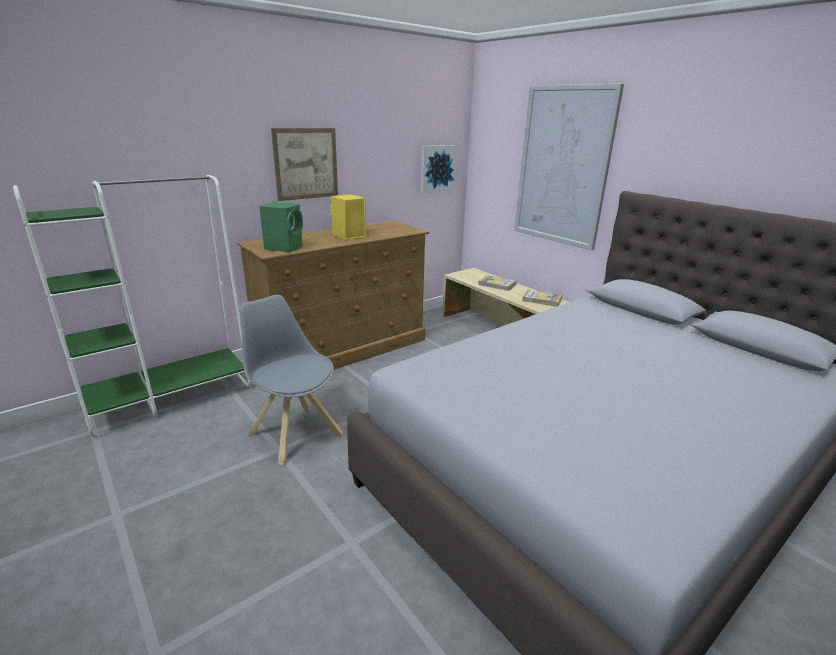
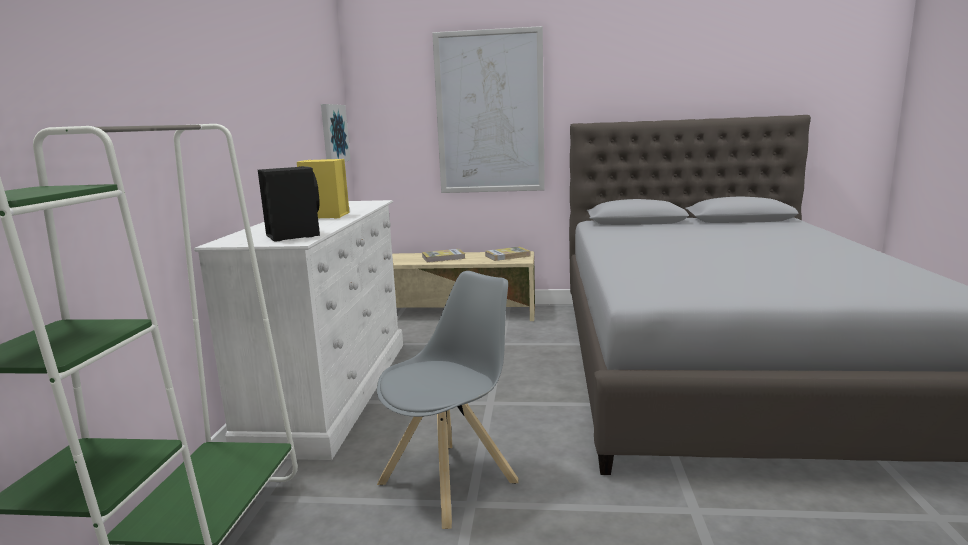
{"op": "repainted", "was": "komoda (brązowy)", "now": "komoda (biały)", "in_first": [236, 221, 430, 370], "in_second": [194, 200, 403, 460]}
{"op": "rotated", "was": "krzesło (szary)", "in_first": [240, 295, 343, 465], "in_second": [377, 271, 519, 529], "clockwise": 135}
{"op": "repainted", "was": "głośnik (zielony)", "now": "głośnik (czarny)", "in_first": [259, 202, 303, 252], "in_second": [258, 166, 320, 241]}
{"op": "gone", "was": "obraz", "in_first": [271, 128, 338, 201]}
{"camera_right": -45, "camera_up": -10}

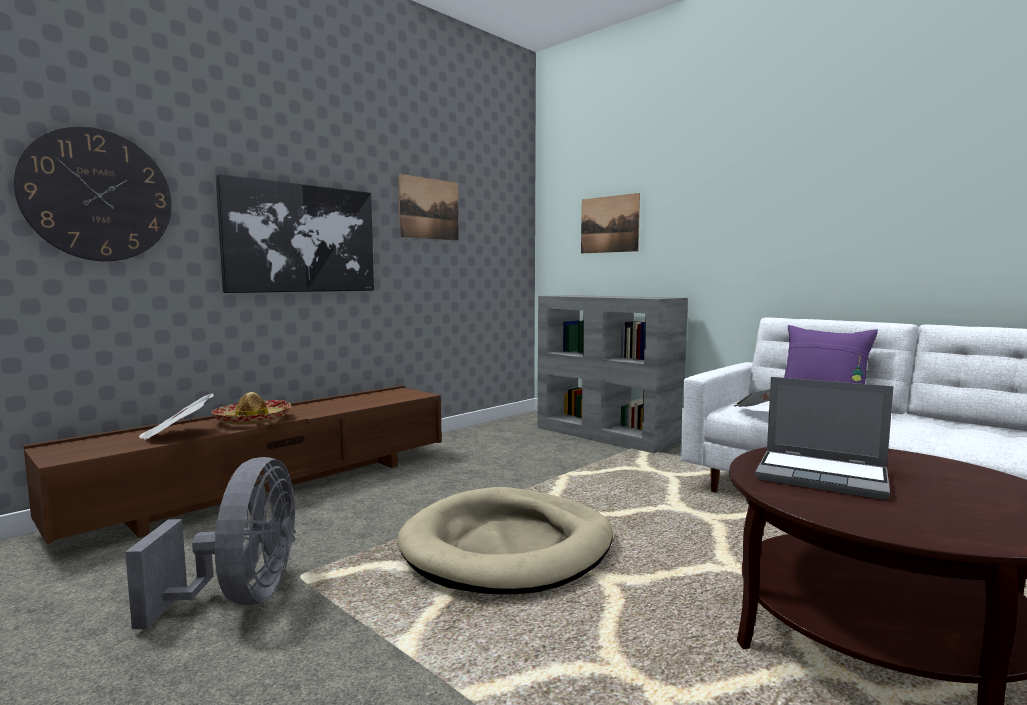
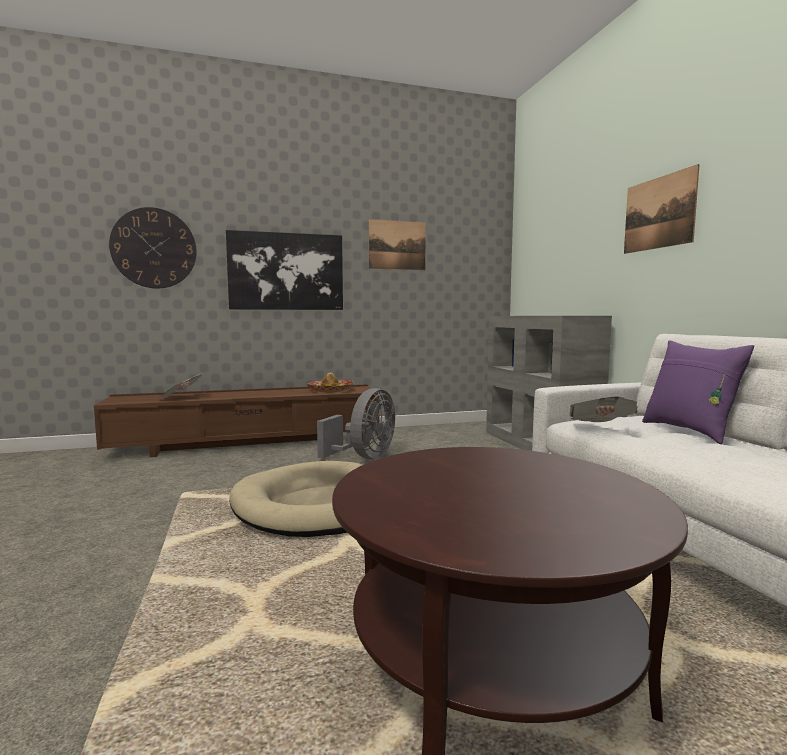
{"op": "shifted", "was": "wentylator (szary)", "in_first": [125, 457, 296, 629], "in_second": [317, 388, 395, 459]}
{"op": "shifted", "was": "kapelusz", "in_first": [211, 392, 291, 425], "in_second": [307, 373, 354, 392]}
{"op": "shifted", "was": "obraz", "in_first": [581, 193, 640, 253], "in_second": [624, 164, 700, 254]}
{"op": "gone", "was": "laptop", "in_first": [755, 377, 894, 500]}
{"camera_right": 30, "camera_up": 0}

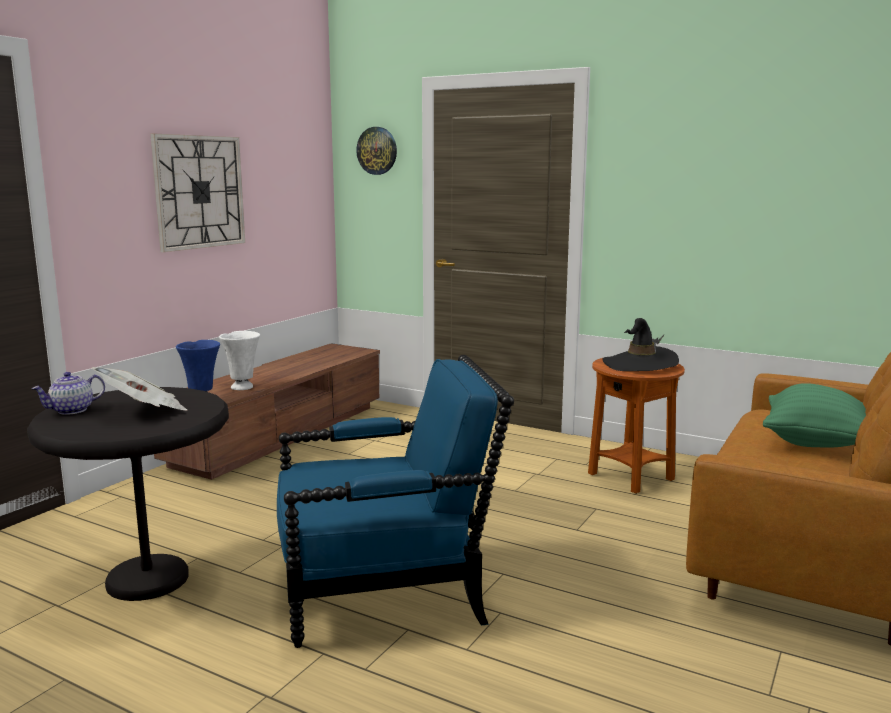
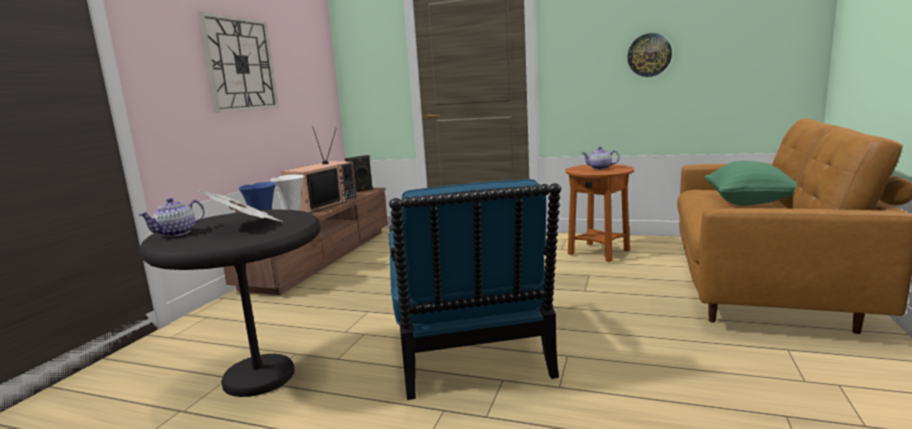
{"op": "rotated", "was": "fotel (niebieski)", "in_first": [277, 355, 514, 648], "in_second": [388, 179, 561, 400], "clockwise": 105}
{"op": "shifted", "was": "zegar ścienny", "in_first": [356, 127, 397, 175], "in_second": [627, 33, 672, 77]}
{"op": "swapped", "was": "kapelusz (czarny)", "now": "imbryk", "in_first": [602, 318, 679, 371], "in_second": [582, 147, 619, 169]}
{"op": "new", "now": "telewizor", "in_second": [281, 126, 357, 213]}
{"op": "new", "now": "głośnik (czarny)", "in_second": [345, 155, 373, 192]}
{"camera_right": -10, "camera_up": 0}

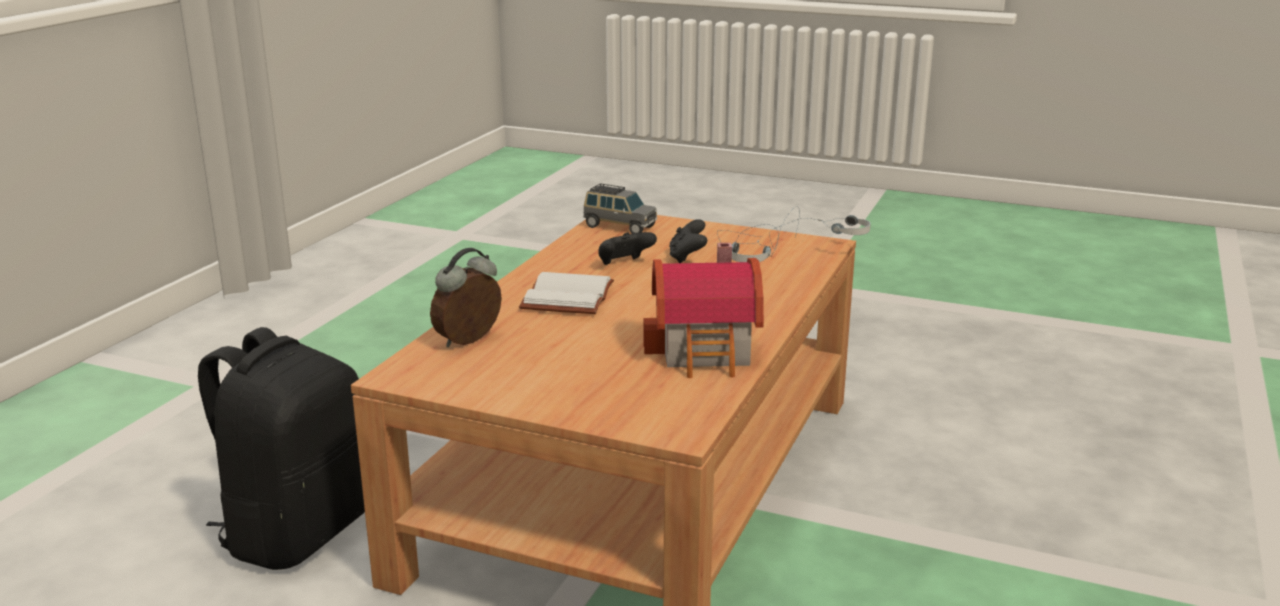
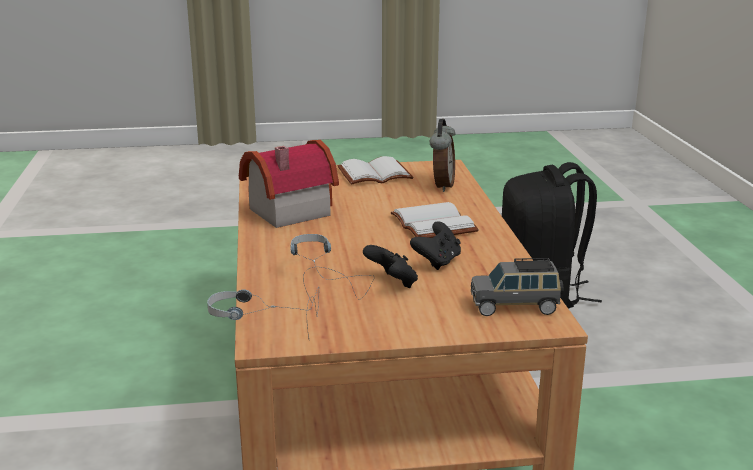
{"op": "new", "now": "książka (biały)", "in_second": [338, 156, 414, 185]}
{"camera_right": 150, "camera_up": 0}

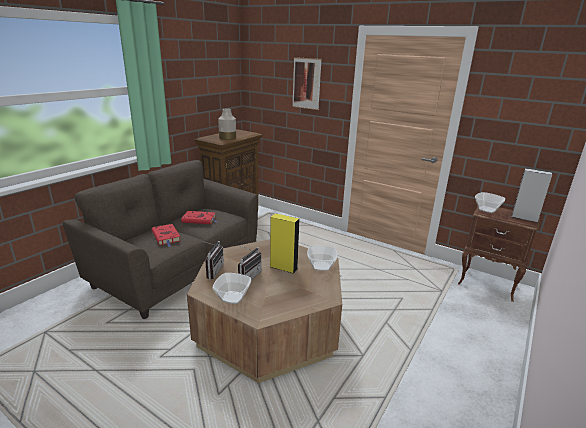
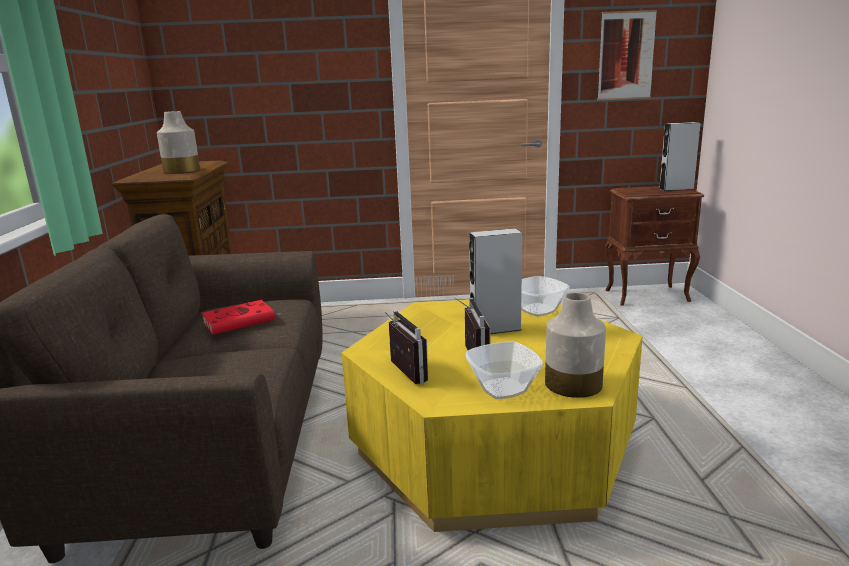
{"op": "gone", "was": "książka (czerwony)", "in_first": [151, 224, 181, 247]}
{"op": "repainted", "was": "ława (brązowy)", "now": "ława (żółty)", "in_first": [187, 239, 342, 383], "in_second": [341, 300, 643, 532]}
{"op": "repainted", "was": "głośnik (żółty)", "now": "głośnik (szary)", "in_first": [270, 213, 300, 274], "in_second": [469, 228, 522, 334]}
{"op": "shifted", "was": "obraz", "in_first": [292, 57, 322, 110], "in_second": [597, 10, 657, 100]}
{"op": "gone", "was": "miska", "in_first": [475, 192, 505, 213]}
{"op": "new", "now": "wazon (beżowy)", "in_second": [545, 292, 606, 398]}
{"camera_right": -35, "camera_up": -5}

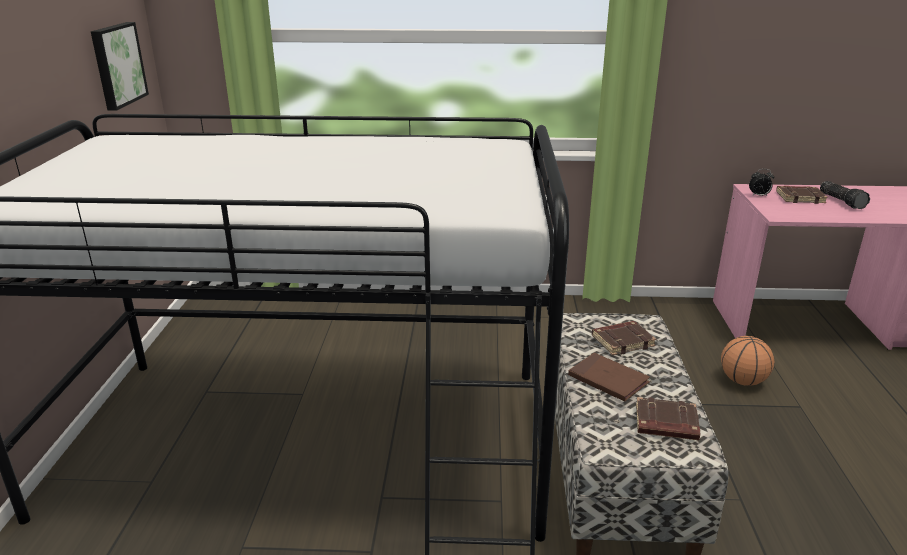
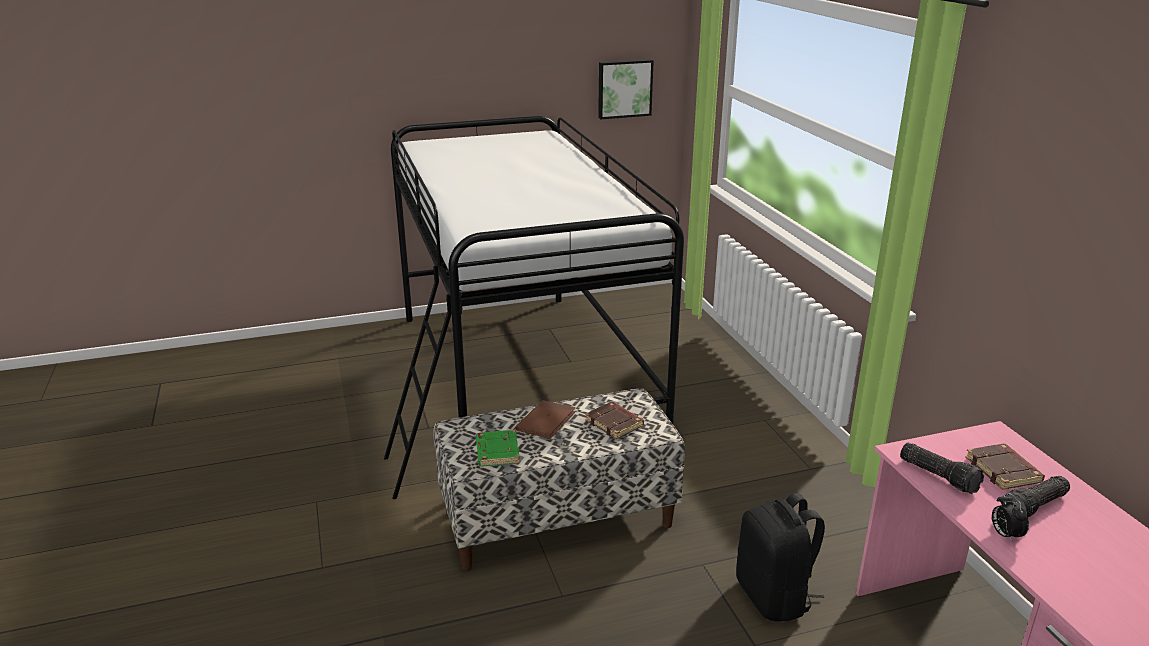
{"op": "repainted", "was": "książka (brązowy)", "now": "książka (zielony)", "in_first": [636, 397, 700, 440], "in_second": [476, 430, 520, 467]}
{"op": "swapped", "was": "piłka do koszykówki", "now": "plecak (czarny)", "in_first": [721, 336, 775, 386], "in_second": [736, 493, 825, 622]}
{"op": "shifted", "was": "budzik", "in_first": [749, 169, 774, 196], "in_second": [992, 493, 1029, 542]}
{"op": "new", "now": "latarka", "in_second": [900, 443, 984, 494]}
{"camera_right": 70, "camera_up": 0}

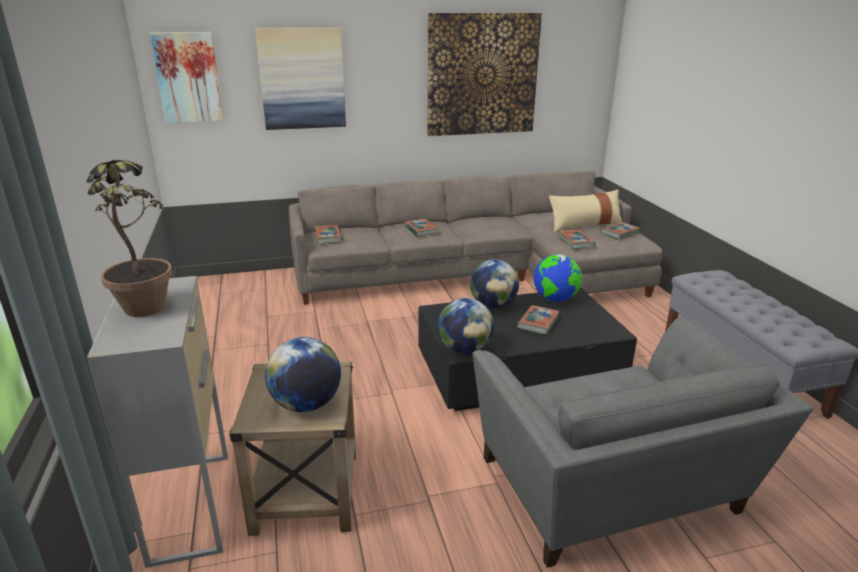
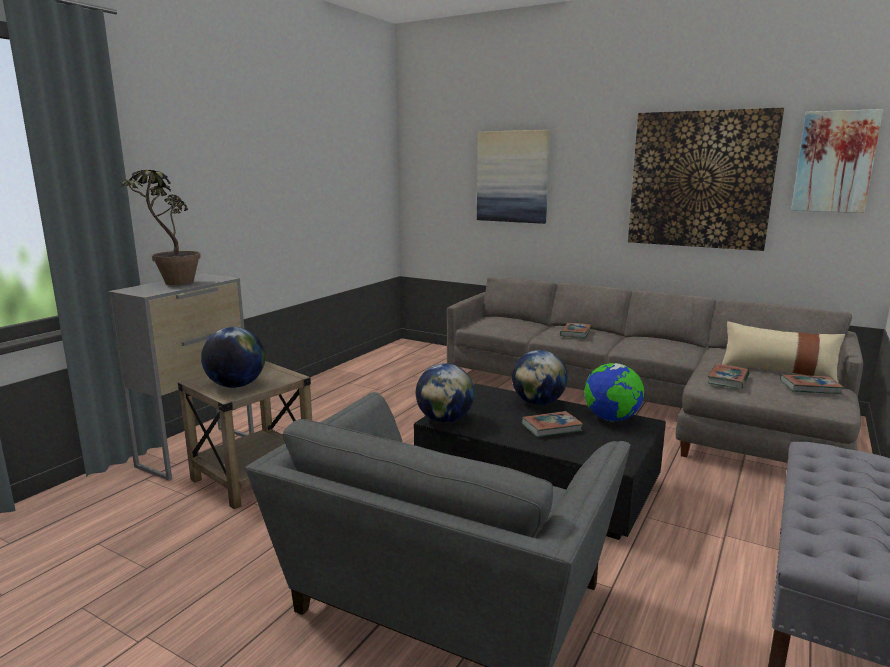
{"op": "shifted", "was": "obraz", "in_first": [150, 32, 224, 123], "in_second": [791, 109, 883, 213]}
{"op": "gone", "was": "książka", "in_first": [315, 225, 343, 244]}
{"camera_right": 45, "camera_up": -10}

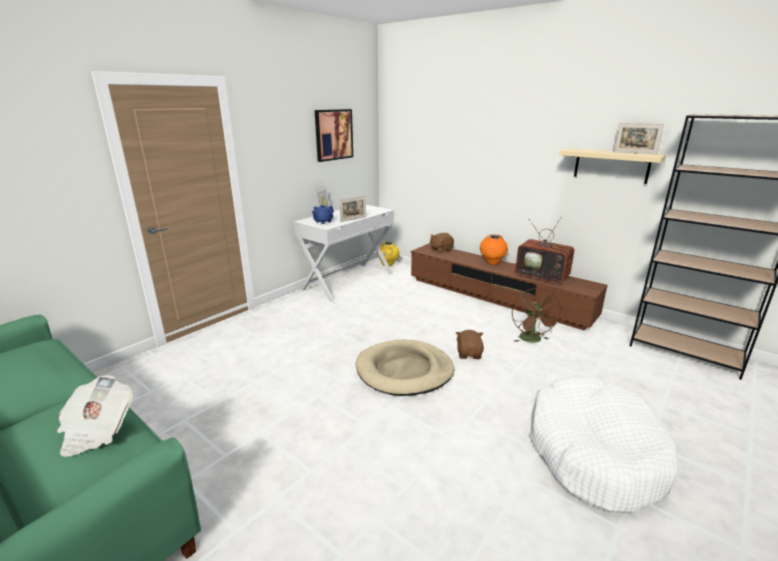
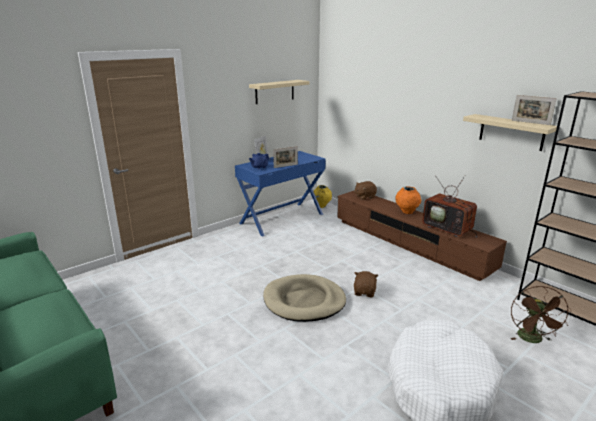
{"op": "gone", "was": "gazeta", "in_first": [57, 375, 133, 457]}
{"op": "repainted", "was": "stolik konsolowy (biały)", "now": "stolik konsolowy (niebieski)", "in_first": [293, 205, 394, 302], "in_second": [235, 151, 326, 236]}
{"op": "swapped", "was": "obraz", "now": "półka (beżowy)", "in_first": [315, 109, 353, 162], "in_second": [249, 80, 310, 104]}
{"op": "shifted", "was": "wentylator (brązowy)", "in_first": [512, 288, 563, 343], "in_second": [511, 286, 571, 343]}
{"camera_right": 10, "camera_up": 0}

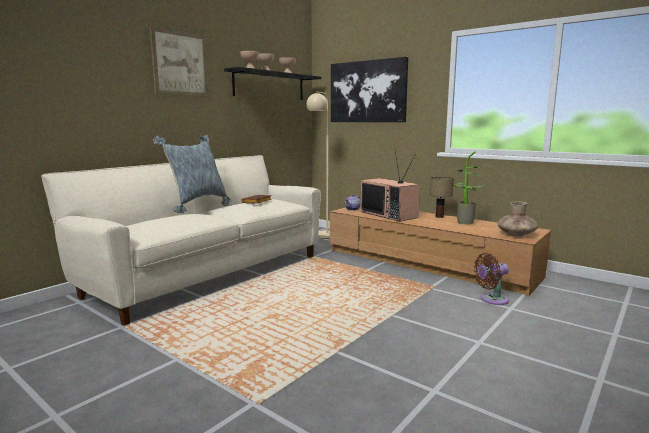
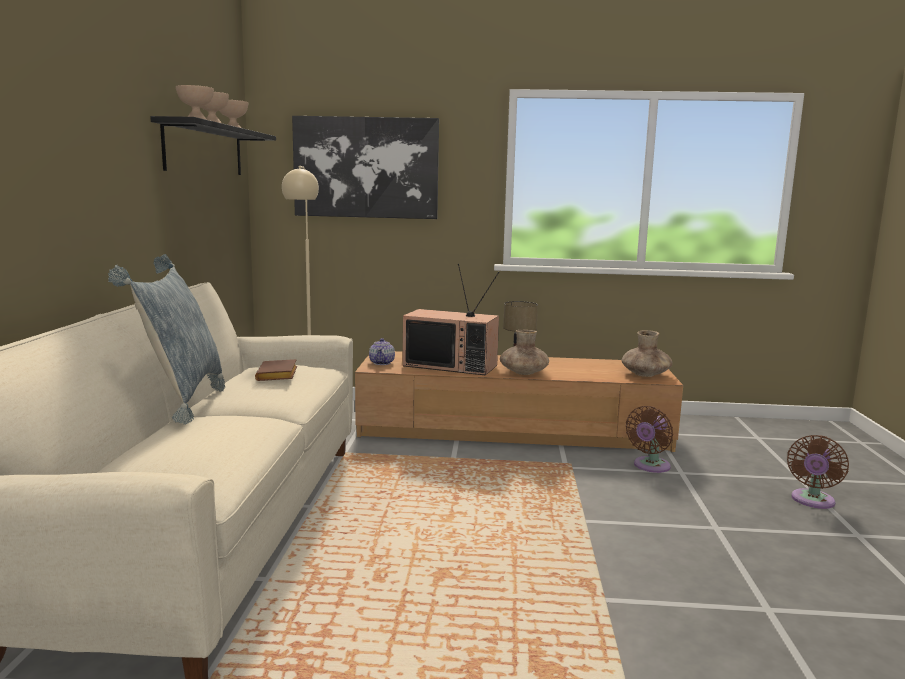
{"op": "gone", "was": "obraz", "in_first": [150, 26, 209, 97]}
{"op": "gone", "was": "roślina doniczkowa", "in_first": [452, 151, 489, 224]}
{"op": "new", "now": "wazon (brązowy)", "in_second": [500, 330, 549, 375]}
{"op": "new", "now": "wentylator (brązowy)", "in_second": [787, 435, 849, 509]}
{"camera_right": -35, "camera_up": 0}

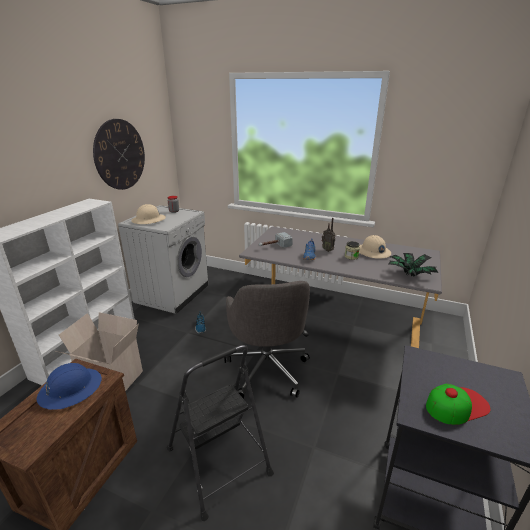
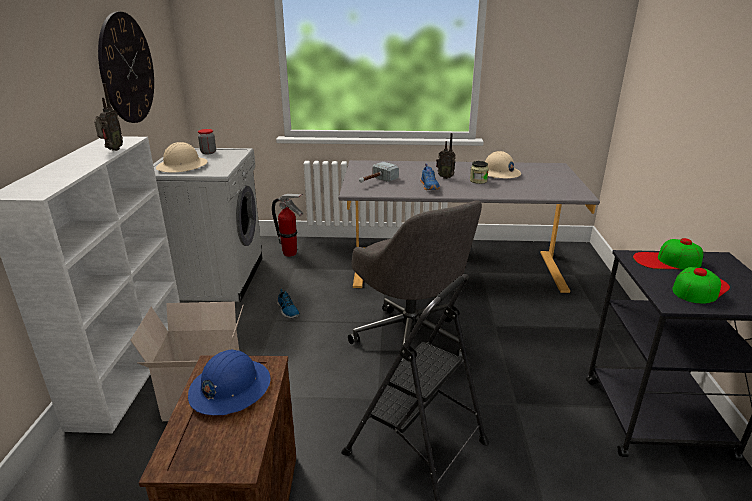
{"op": "gone", "was": "roślina doniczkowa", "in_first": [388, 253, 438, 277]}
{"op": "new", "now": "radio", "in_second": [94, 83, 123, 151]}
{"op": "new", "now": "gaśnica", "in_second": [272, 194, 303, 257]}
{"op": "new", "now": "czapka z daszkiem", "in_second": [633, 238, 703, 270]}
{"camera_right": -20, "camera_up": 0}

